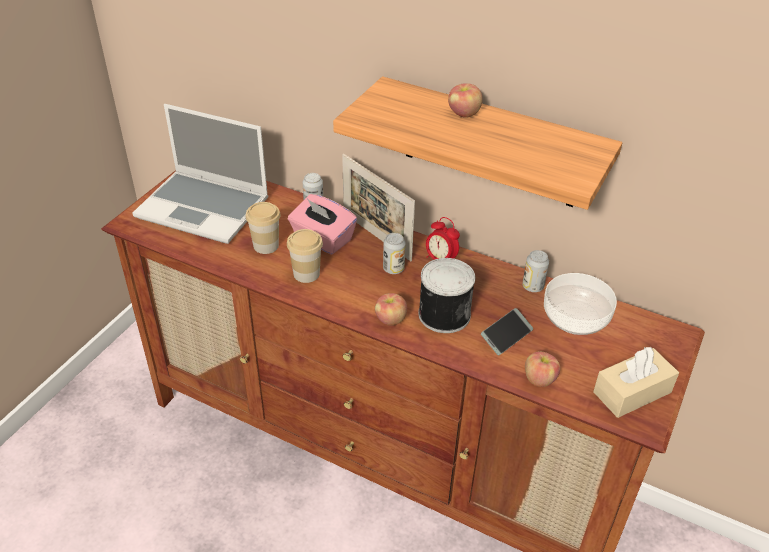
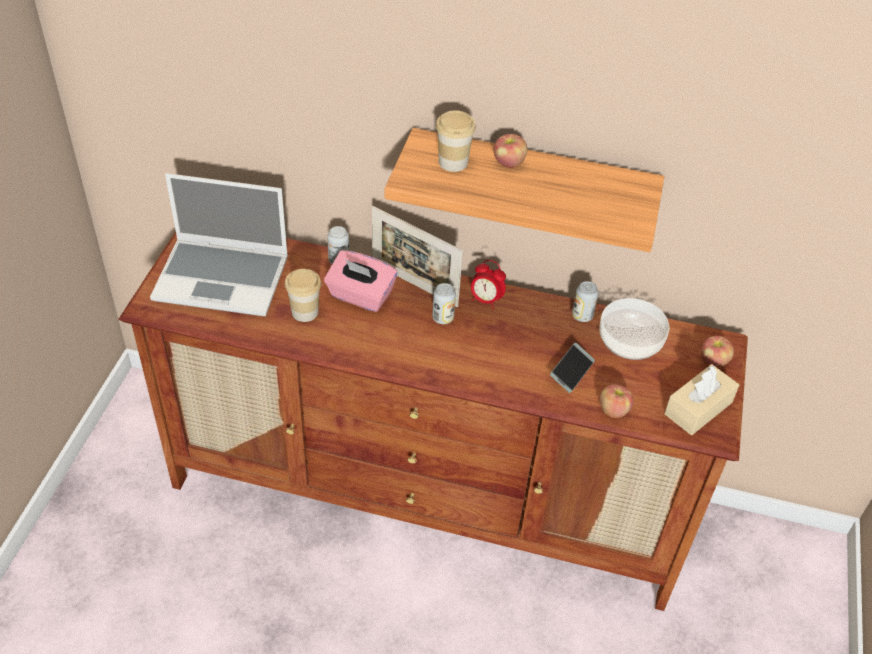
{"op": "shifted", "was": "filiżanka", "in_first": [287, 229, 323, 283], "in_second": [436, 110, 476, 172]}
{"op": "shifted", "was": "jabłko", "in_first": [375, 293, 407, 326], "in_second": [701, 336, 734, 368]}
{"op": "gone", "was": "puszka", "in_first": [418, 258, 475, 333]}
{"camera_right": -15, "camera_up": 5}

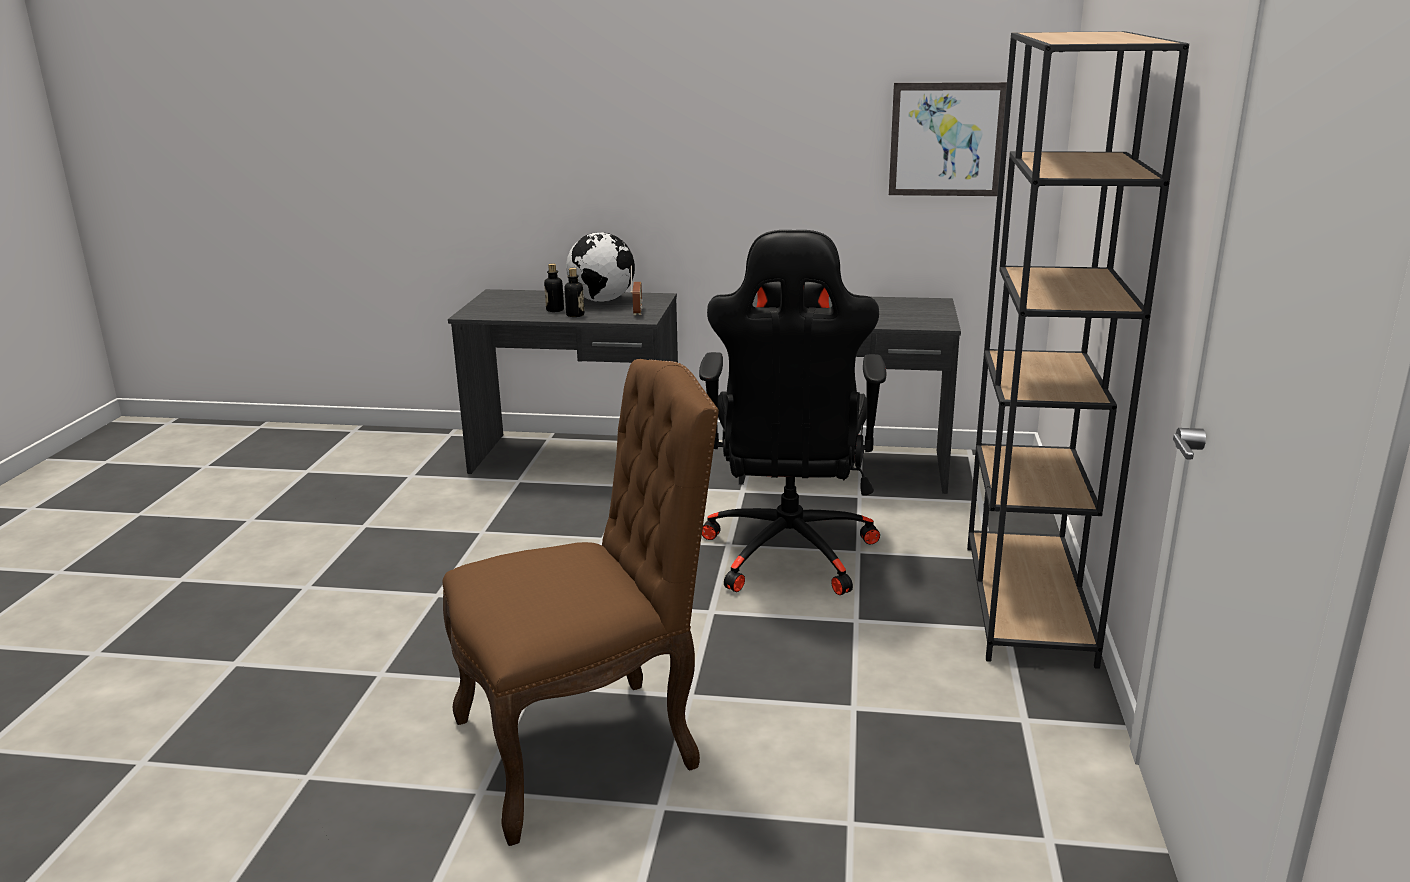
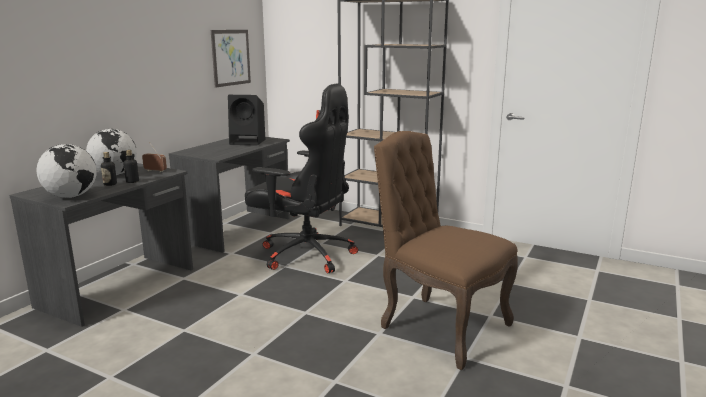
{"op": "rotated", "was": "krzesło (brązowy)", "in_first": [443, 359, 719, 846], "in_second": [374, 131, 518, 370], "clockwise": -45}
{"op": "new", "now": "globus", "in_second": [36, 144, 96, 198]}
{"op": "new", "now": "głośnik (czarny)", "in_second": [228, 95, 265, 146]}
{"camera_right": -70, "camera_up": -5}

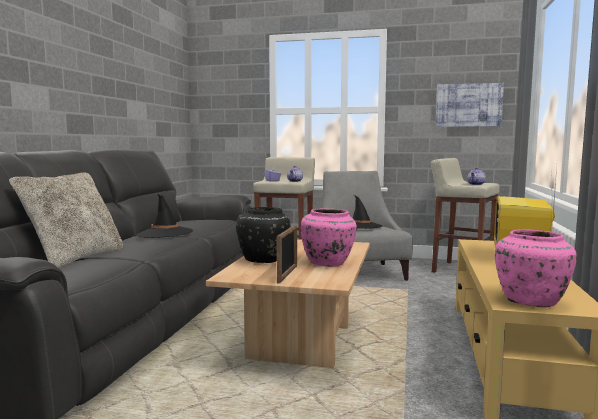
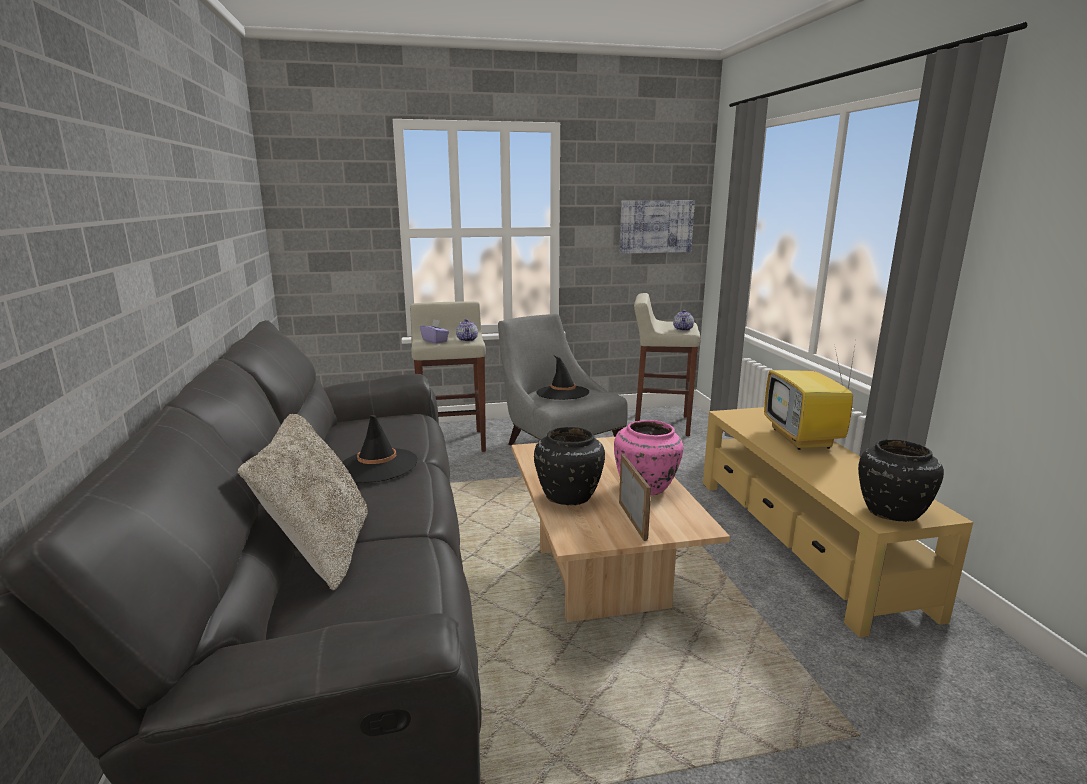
{"op": "repainted", "was": "wazon (różowy)", "now": "wazon (czarny)", "in_first": [495, 230, 577, 307], "in_second": [858, 439, 944, 522]}
{"camera_right": -25, "camera_up": 10}

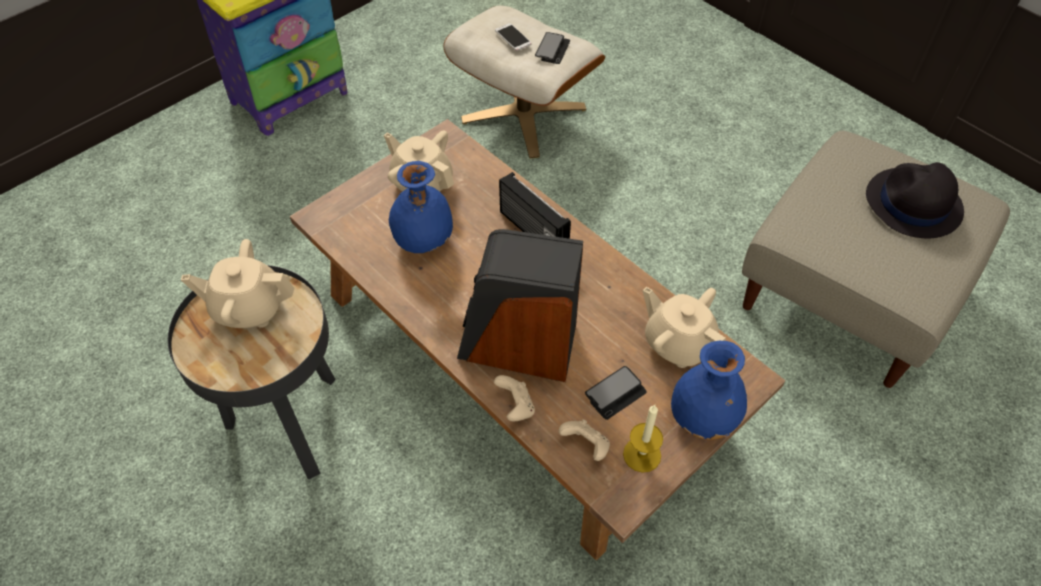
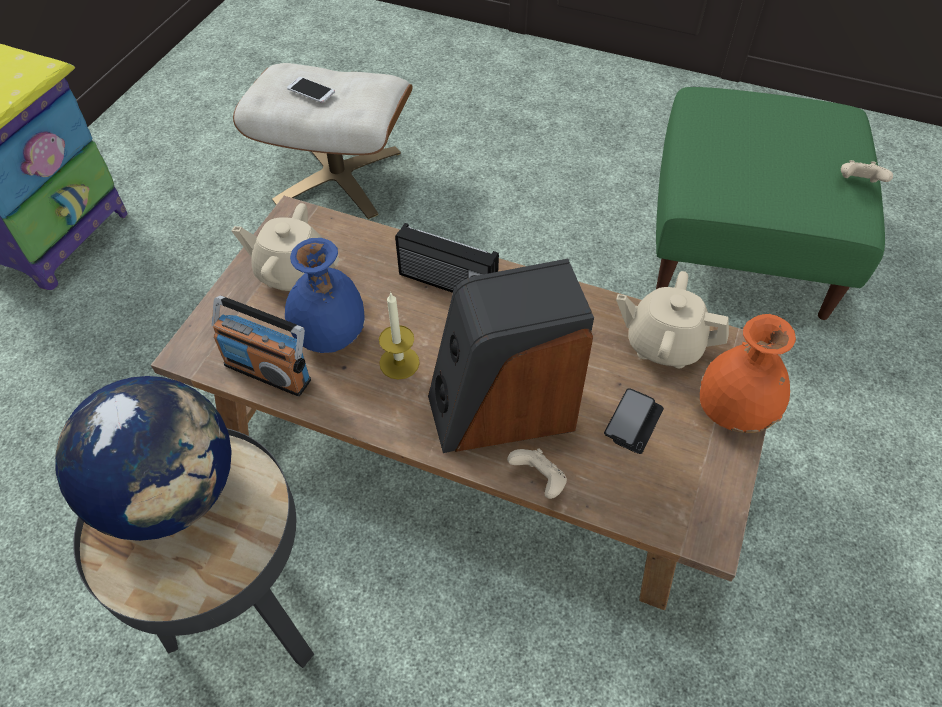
{"op": "swapped", "was": "imbryk (beżowy)", "now": "globus", "in_first": [181, 239, 294, 328], "in_second": [55, 376, 231, 541]}
{"op": "gone", "was": "telefon", "in_first": [535, 32, 570, 64]}
{"op": "shifted", "was": "pad do gier (beżowy)", "in_first": [559, 419, 610, 461], "in_second": [841, 160, 893, 183]}
{"op": "shifted", "was": "świeca", "in_first": [623, 405, 663, 473], "in_second": [379, 293, 420, 379]}
{"op": "repainted", "was": "wazon (niebieski)", "now": "wazon (pomarańczowy)", "in_first": [671, 341, 747, 440], "in_second": [700, 314, 796, 433]}
{"op": "repainted", "was": "pufa (beżowy)", "now": "pufa (zielony)", "in_first": [742, 131, 1010, 388], "in_second": [656, 87, 885, 320]}
{"op": "gone", "was": "kapelusz (czarny)", "in_first": [866, 162, 964, 238]}
{"op": "new", "now": "radio", "in_second": [212, 295, 311, 396]}
{"camera_right": -25, "camera_up": 0}

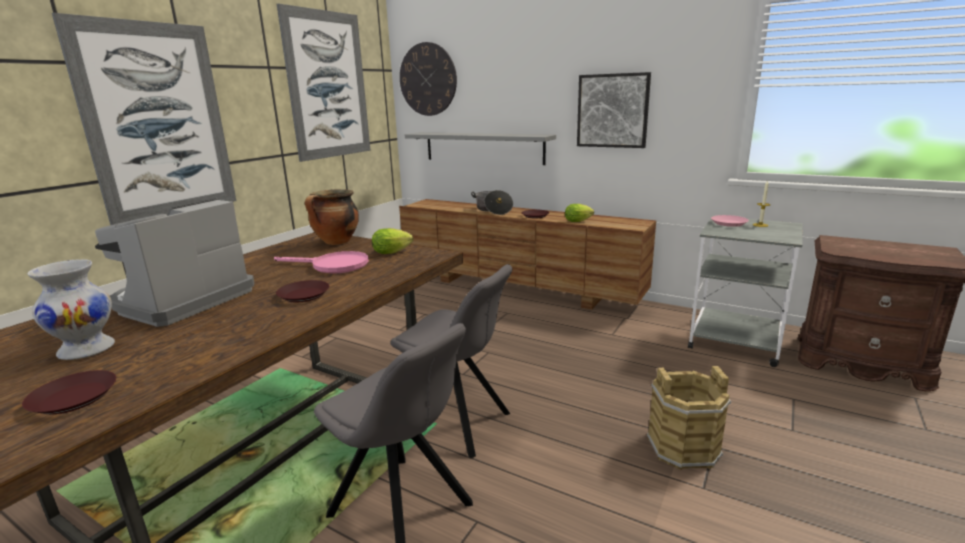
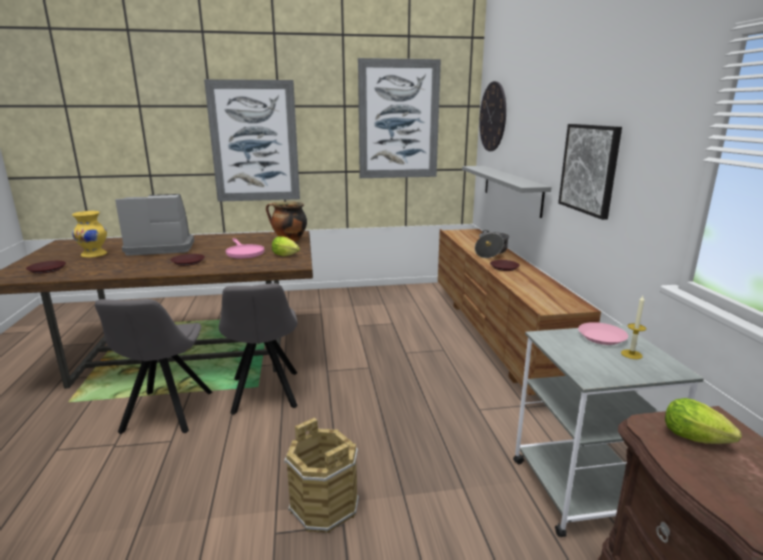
{"op": "repainted", "was": "wazon (biały)", "now": "wazon (żółty)", "in_first": [28, 259, 115, 360], "in_second": [72, 211, 107, 258]}
{"op": "shifted", "was": "sałata", "in_first": [565, 204, 594, 222], "in_second": [665, 398, 742, 444]}
{"camera_right": 50, "camera_up": 0}

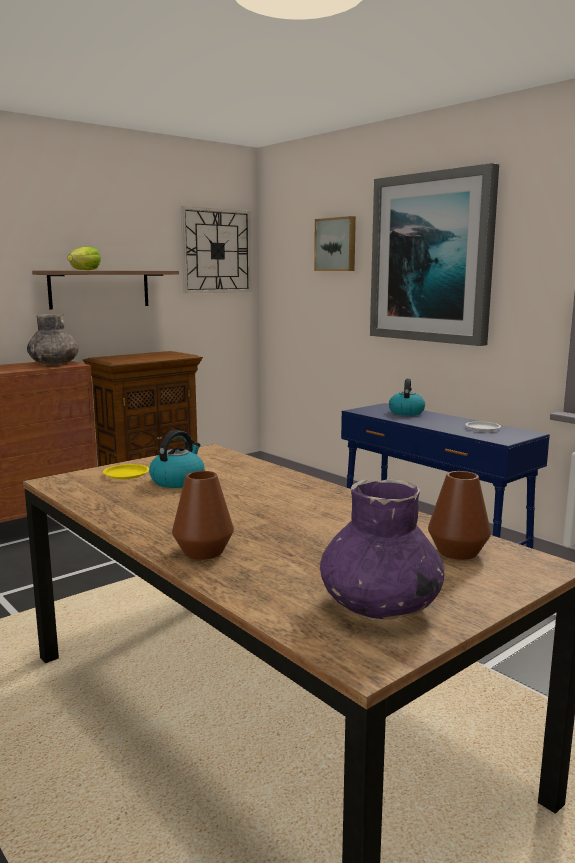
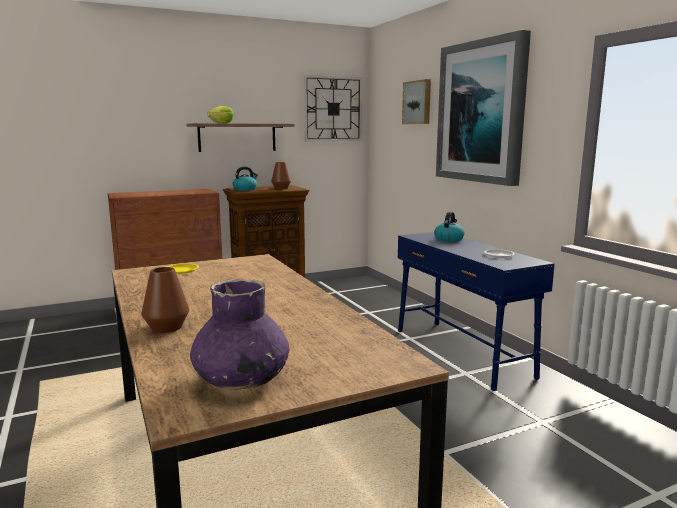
{"op": "gone", "was": "wazon (szary)", "in_first": [27, 314, 79, 365]}
{"op": "shifted", "was": "czajnik", "in_first": [149, 430, 205, 488], "in_second": [233, 167, 258, 191]}
{"op": "shifted", "was": "wazon (brązowy)", "in_first": [428, 471, 491, 560], "in_second": [271, 162, 291, 189]}
{"camera_right": 15, "camera_up": 0}

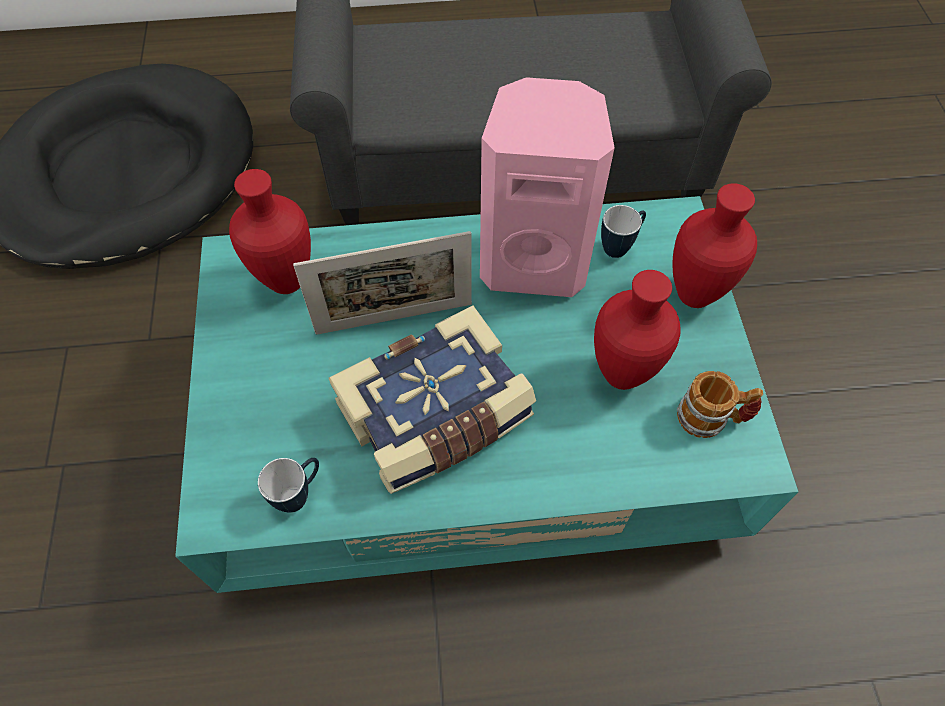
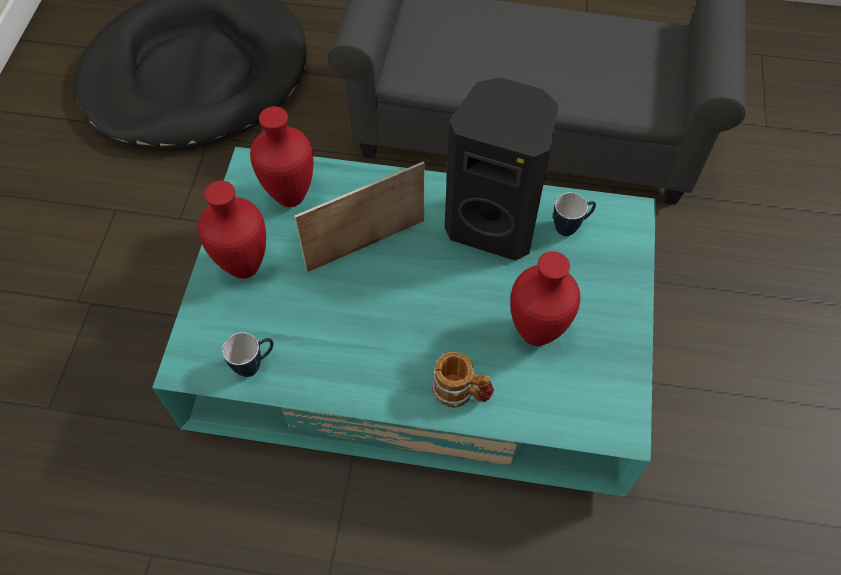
{"op": "rotated", "was": "ramka na zdjęcie", "in_first": [293, 231, 472, 335], "in_second": [294, 161, 425, 272], "clockwise": 150}
{"op": "gone", "was": "książka", "in_first": [329, 306, 536, 494]}
{"op": "repainted", "was": "głośnik (różowy)", "now": "głośnik (czarny)", "in_first": [480, 77, 615, 297], "in_second": [445, 78, 559, 260]}
{"op": "shifted", "was": "wazon (czerwony)", "in_first": [672, 183, 757, 308], "in_second": [198, 181, 266, 279]}
{"op": "shifted", "was": "kubek", "in_first": [677, 371, 763, 438], "in_second": [432, 352, 494, 408]}
{"camera_right": 15, "camera_up": 0}

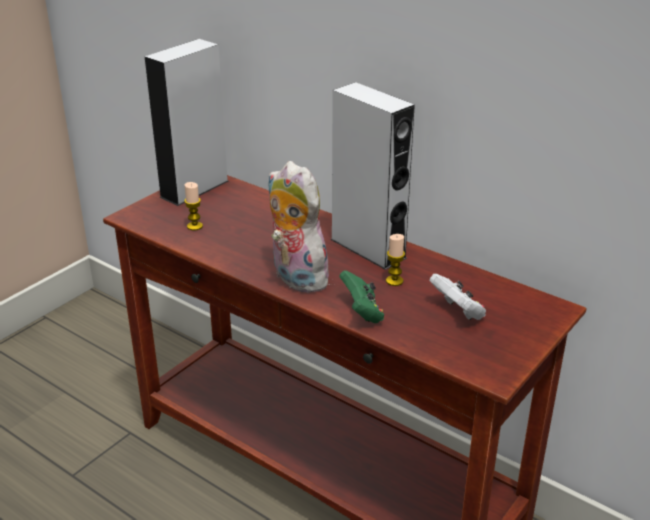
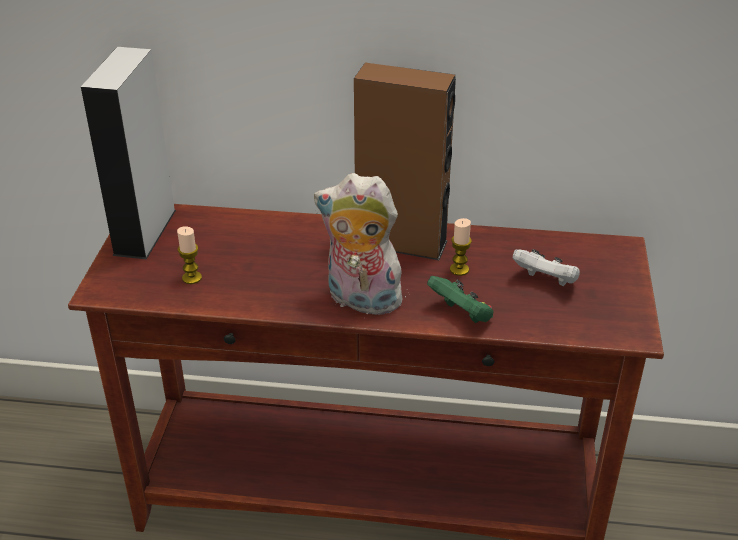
{"op": "repainted", "was": "głośnik (szary)", "now": "głośnik (brązowy)", "in_first": [330, 82, 415, 270], "in_second": [354, 63, 456, 260]}
{"camera_right": -30, "camera_up": 5}

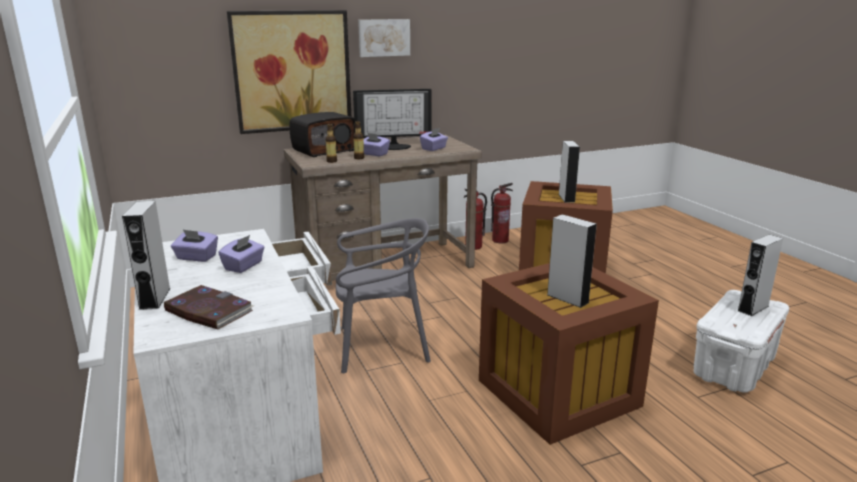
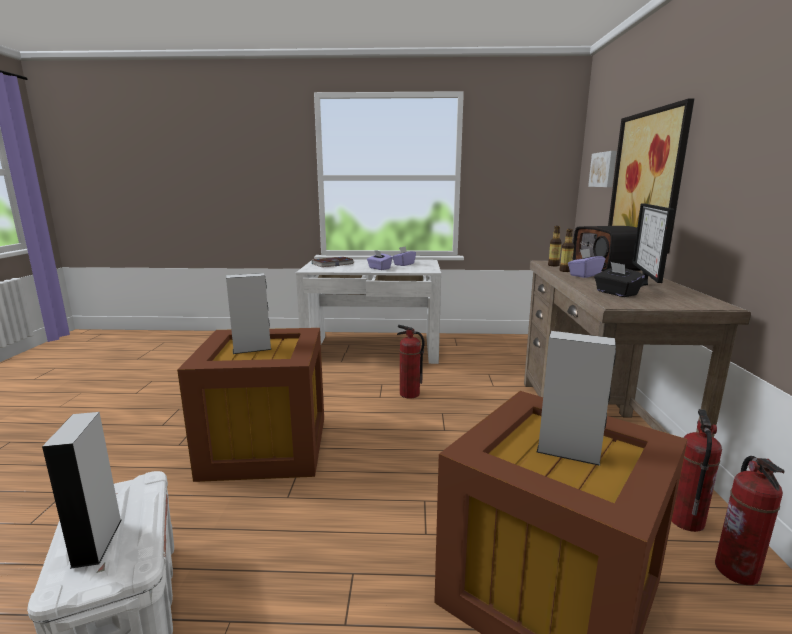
{"op": "gone", "was": "głośnik (szary)", "in_first": [122, 201, 171, 310]}
{"op": "swapped", "was": "krzesło (szary)", "now": "gaśnica", "in_first": [336, 218, 431, 373], "in_second": [397, 325, 425, 399]}
{"op": "shifted", "was": "obraz", "in_first": [358, 19, 410, 57], "in_second": [588, 151, 617, 187]}
{"op": "repainted", "was": "pudełko chusteczek (fioletowy)", "now": "pudełko chusteczek (czarny)", "in_first": [420, 128, 448, 151], "in_second": [594, 262, 645, 297]}
{"camera_right": 115, "camera_up": -5}

